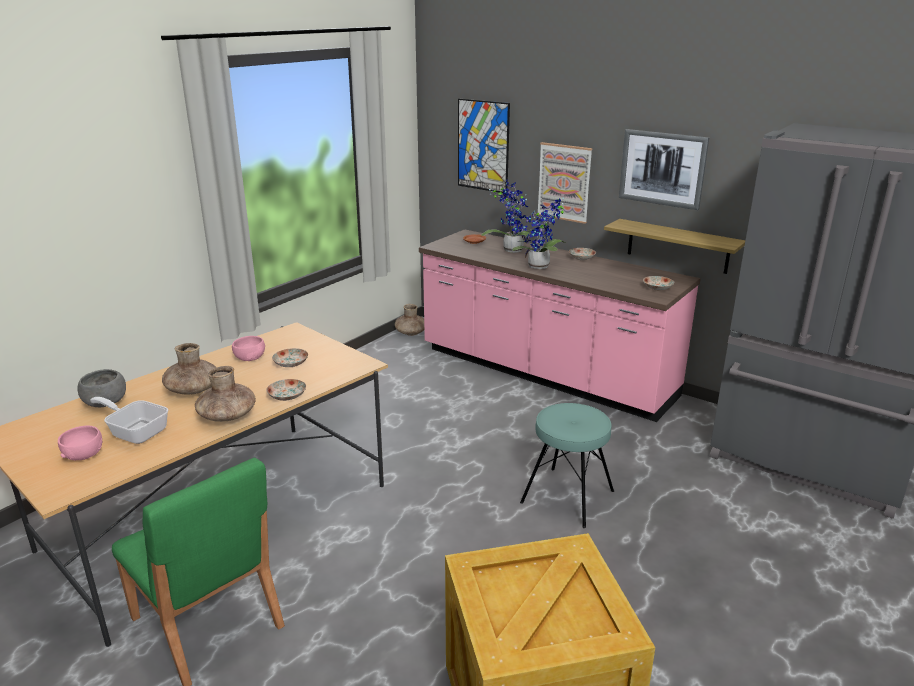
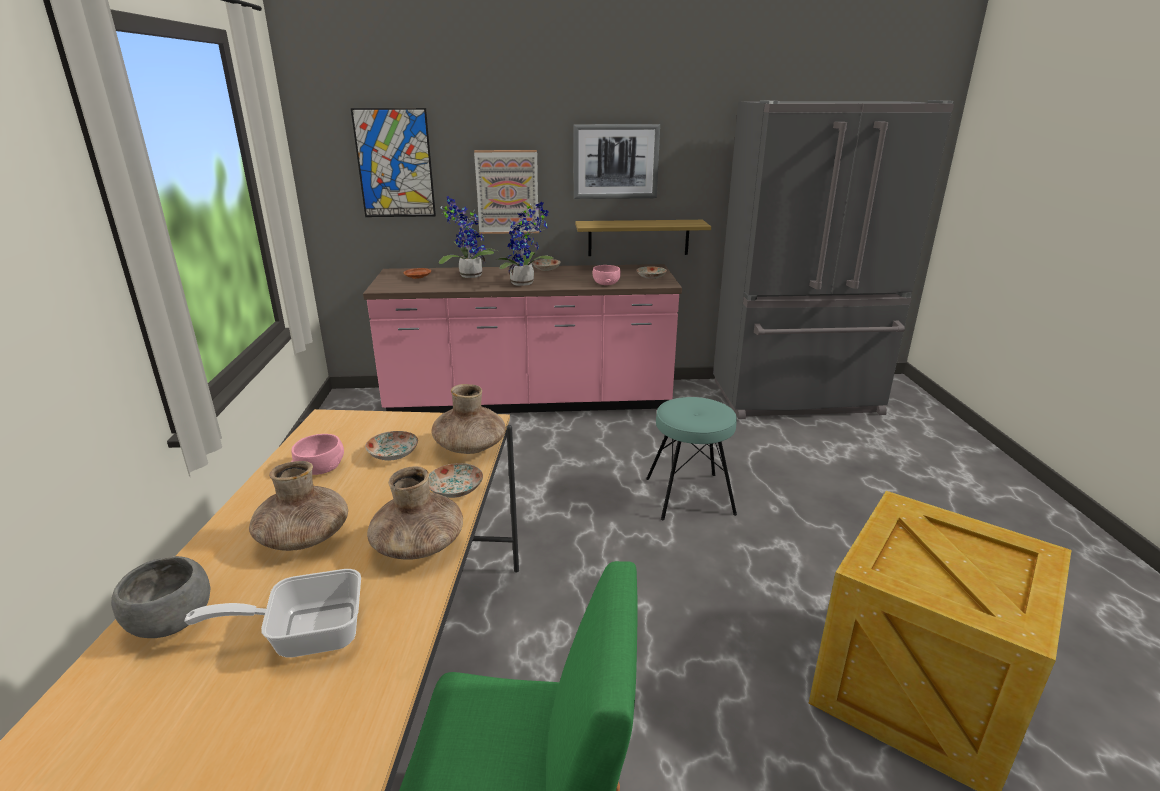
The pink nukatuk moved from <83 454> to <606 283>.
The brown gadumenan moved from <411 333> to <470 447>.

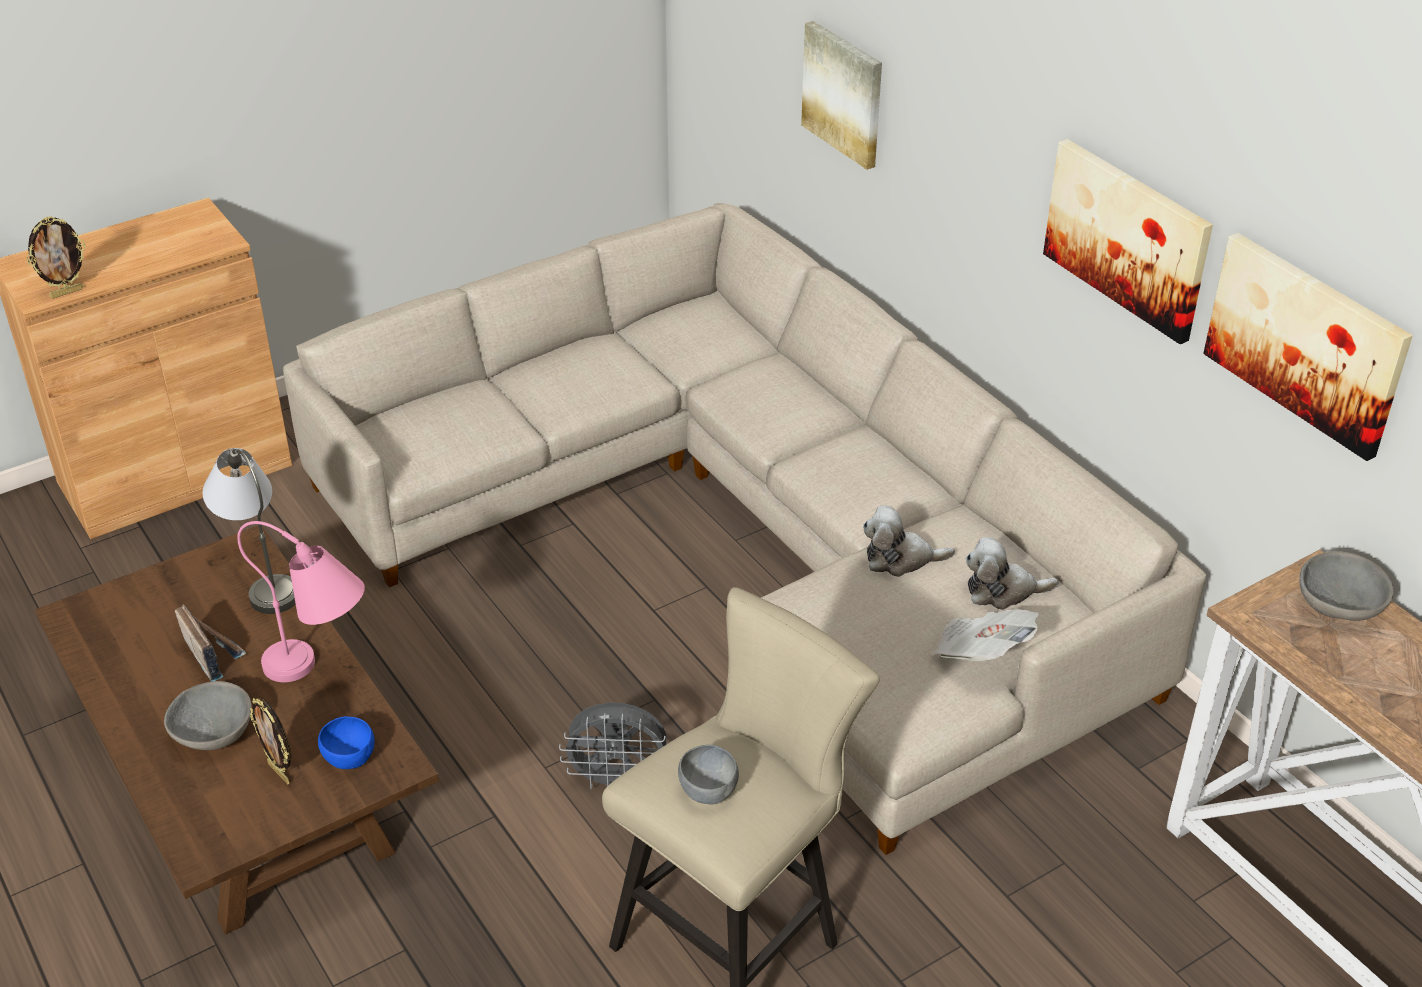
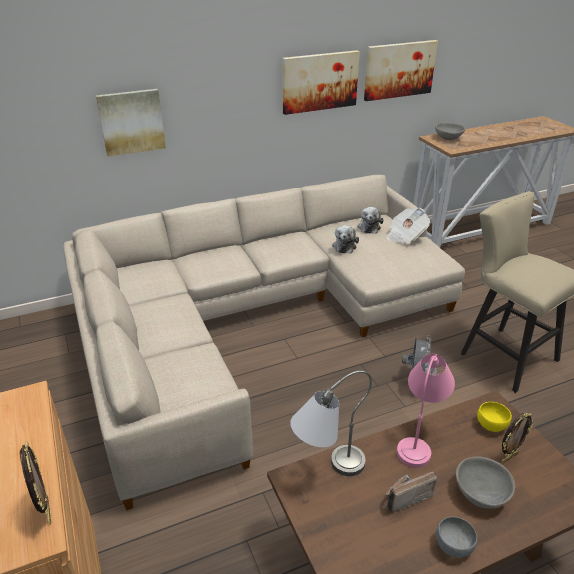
The grey nukatuk moved from <708 791> to <453 546>.
The blue nukatuk at <350 757> became the yellow nukatuk at <491 425>.

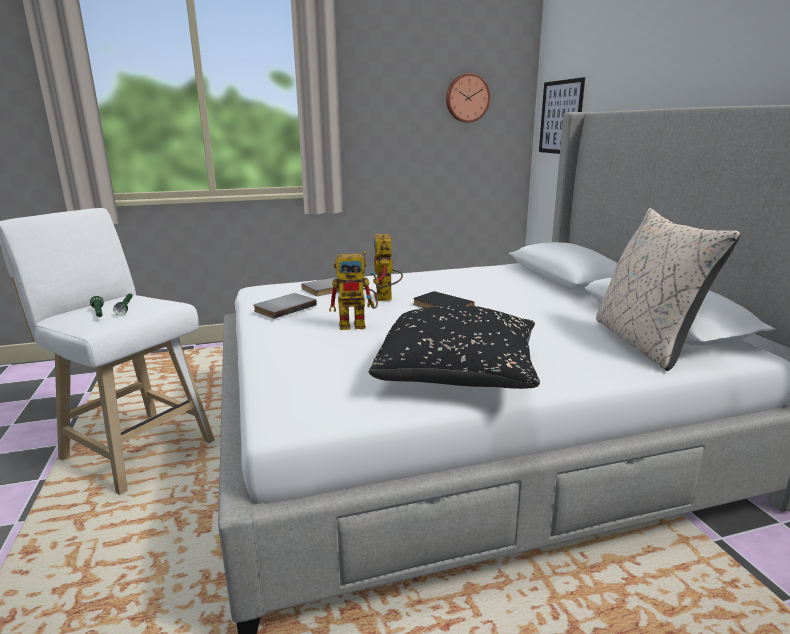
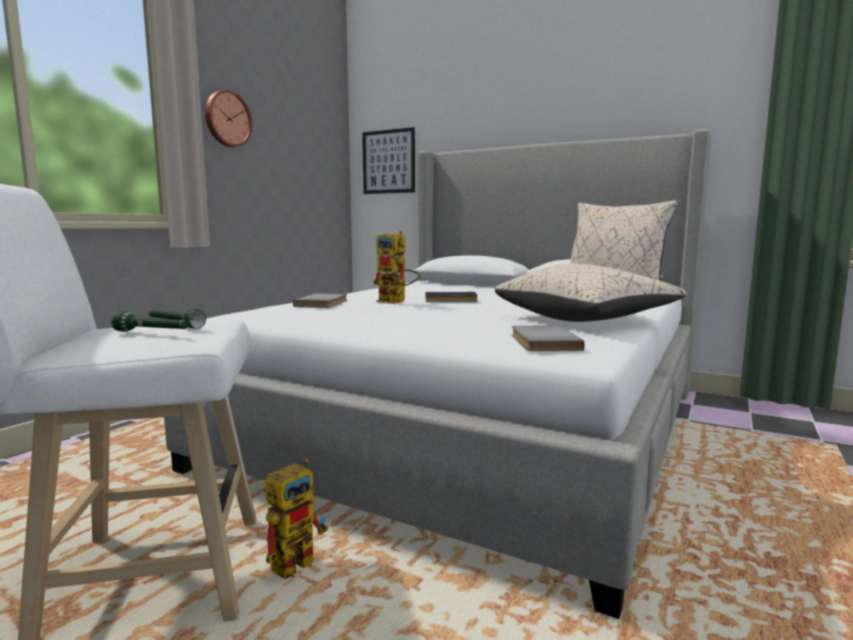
The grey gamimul moved from <284 307> to <541 342>.
The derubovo moved from <358 324> to <299 563>.
The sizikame moved from <467 98> to <227 119>.
The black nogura at <458 373> became the beige nogura at <585 319>.

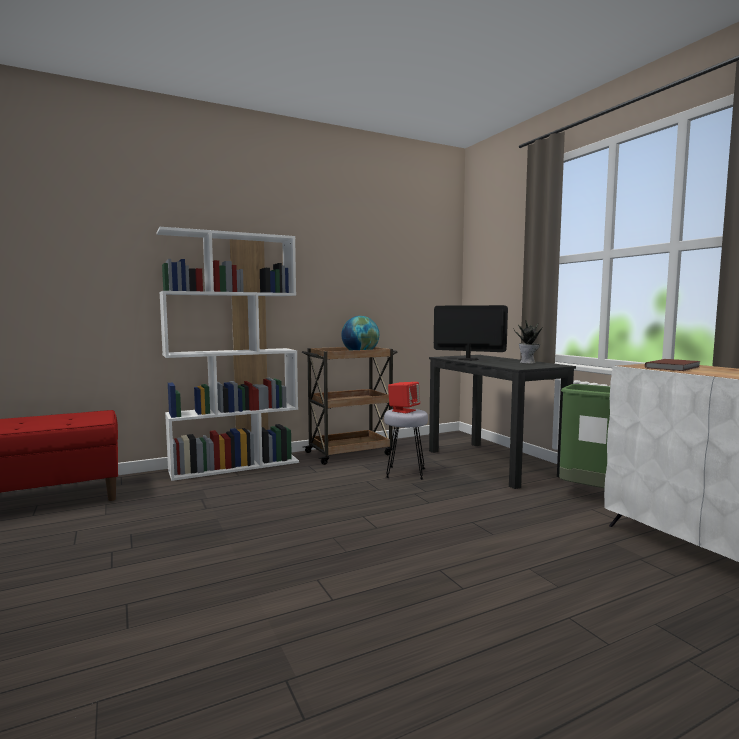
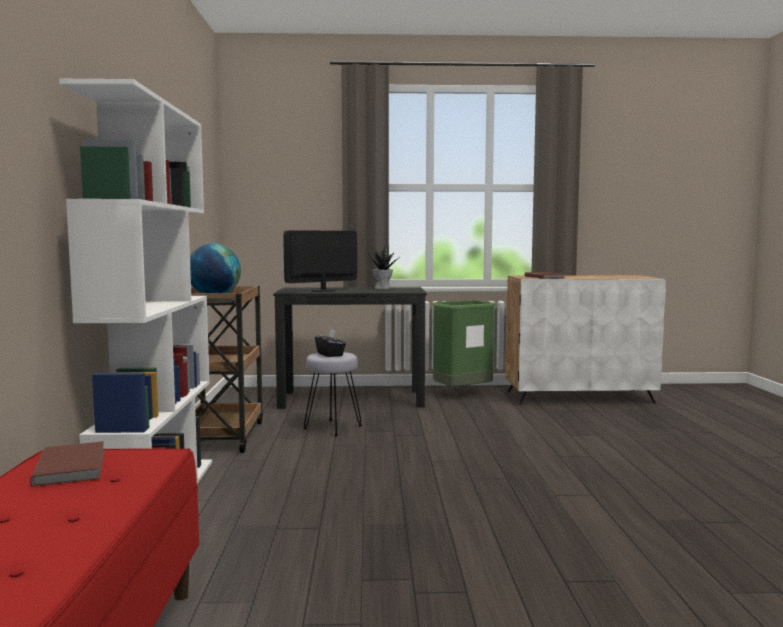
The brown gamimul at <73 466> appeared.
The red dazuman at <403 410> was replaced by the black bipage at <330 354>.

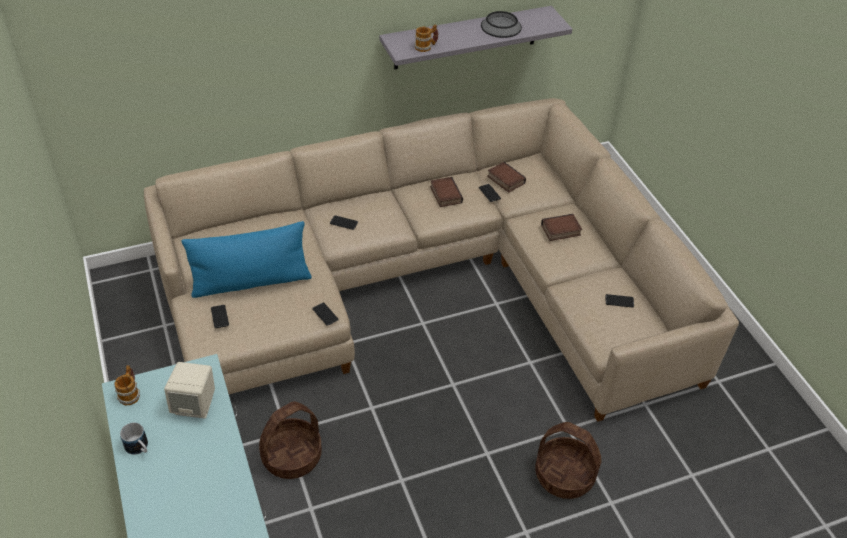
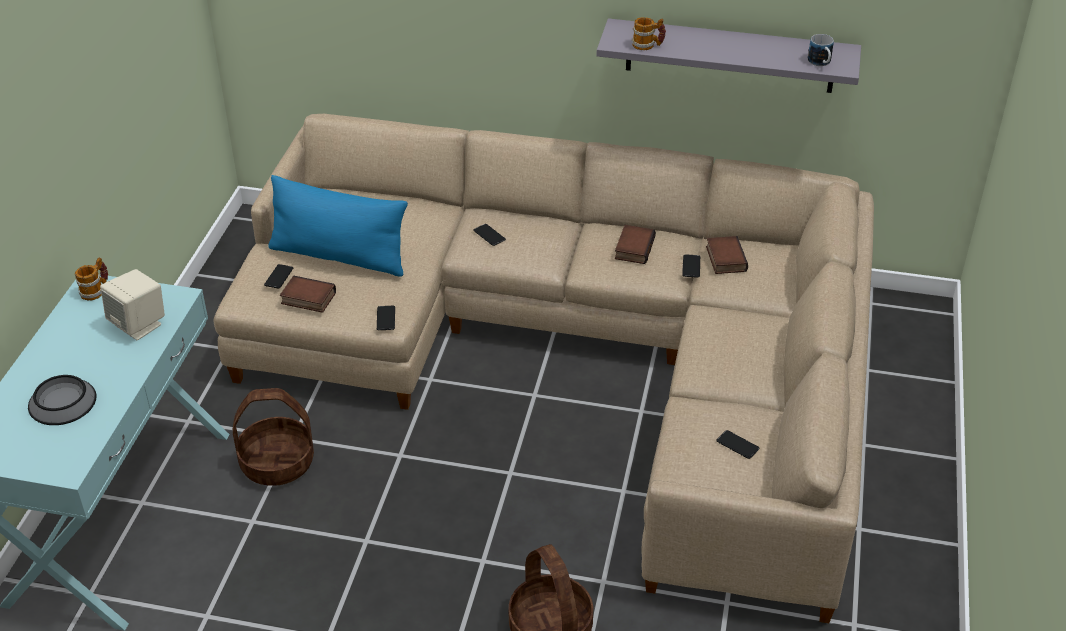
The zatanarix moved from <139 448> to <821 63>.
The nukatuk moved from <501 26> to <62 401>.
The gamimul moved from <560 231> to <307 299>.

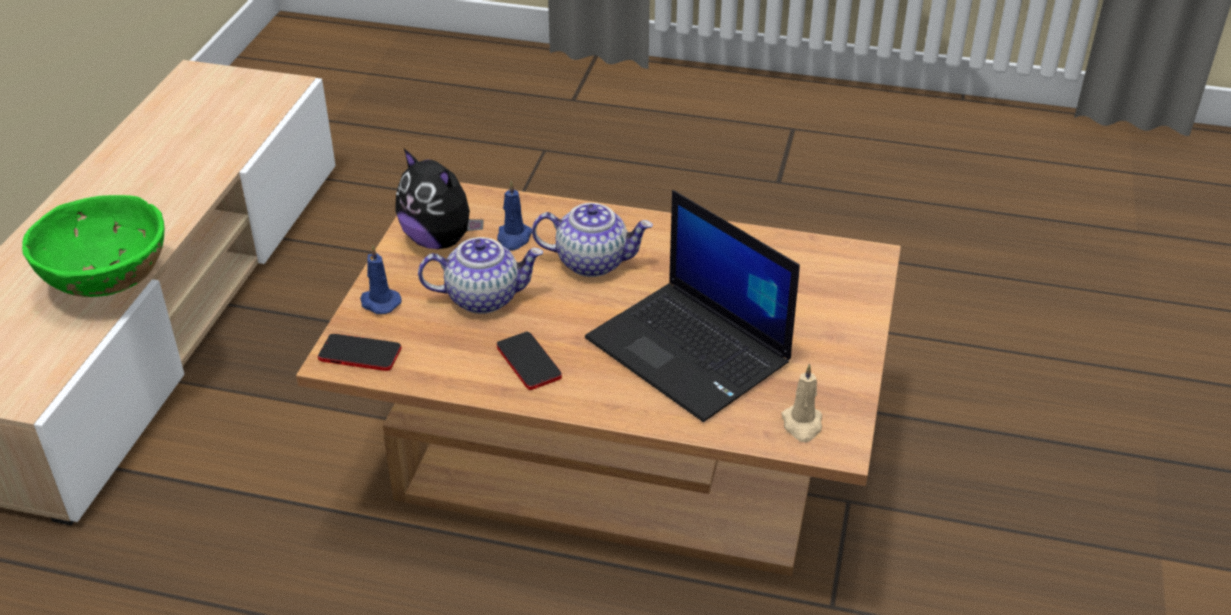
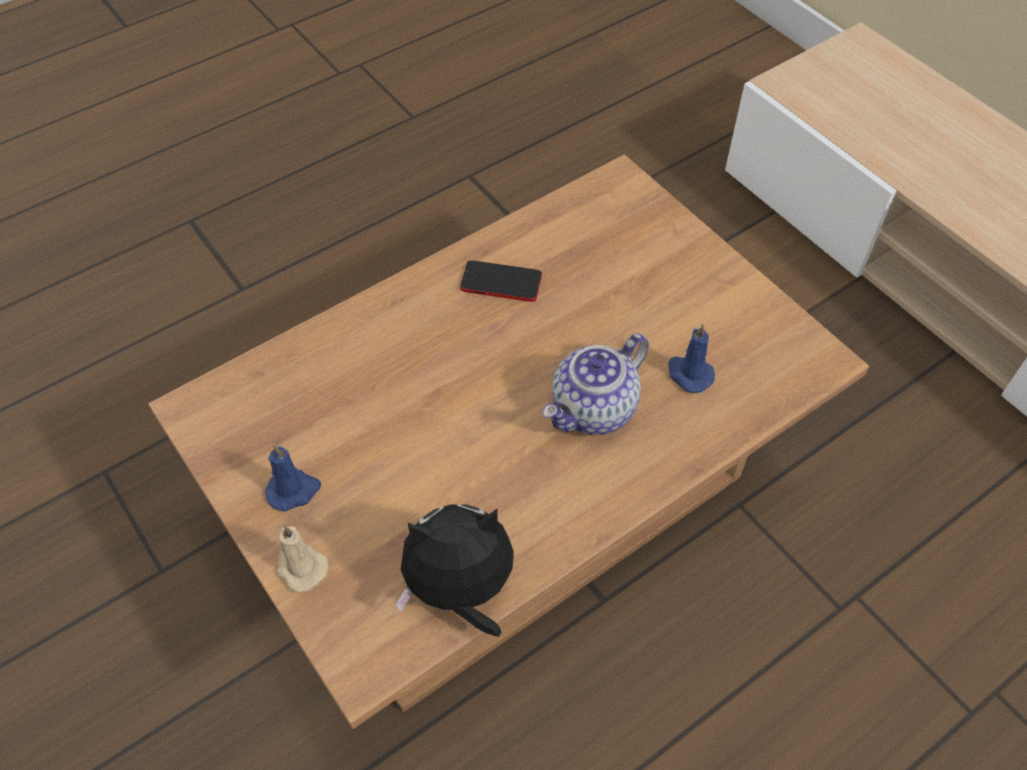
The green nukatuk at <109 284> disappeared.
The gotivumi at <360 354> disappeared.
The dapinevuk at <484 297> disappeared.
The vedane at <691 351> disappeared.
The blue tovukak moved from <379 302> to <294 490>.
The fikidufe moved from <440 240> to <460 591>.
The beige tovukak moved from <802 425> to <300 567>.

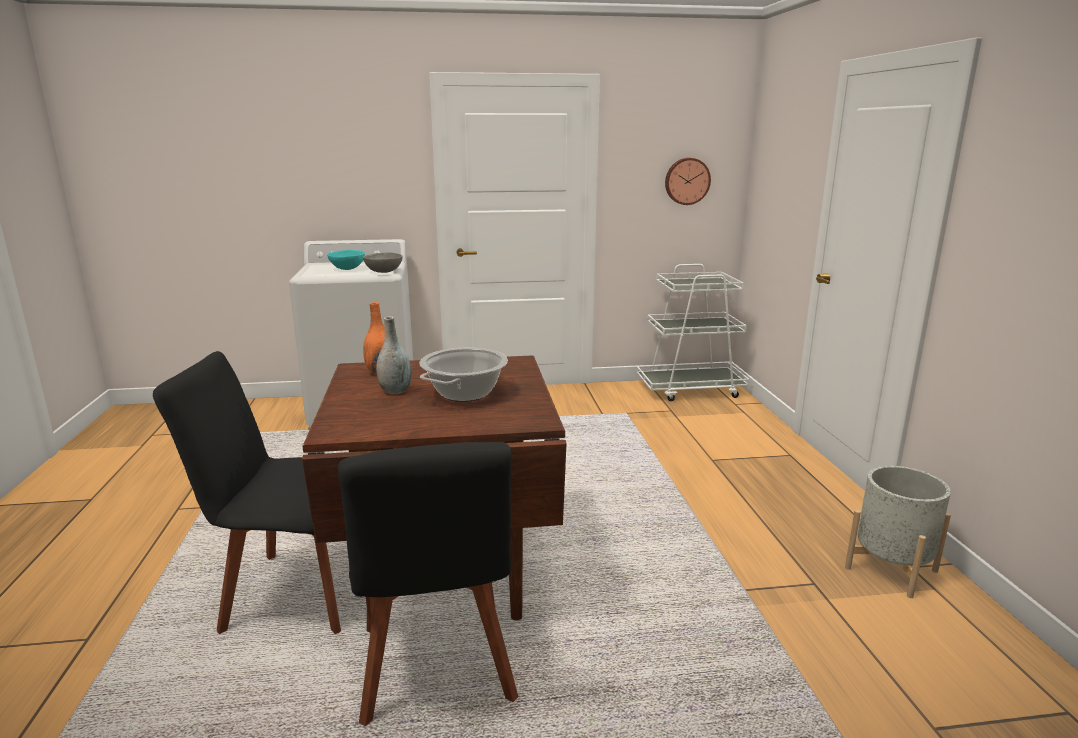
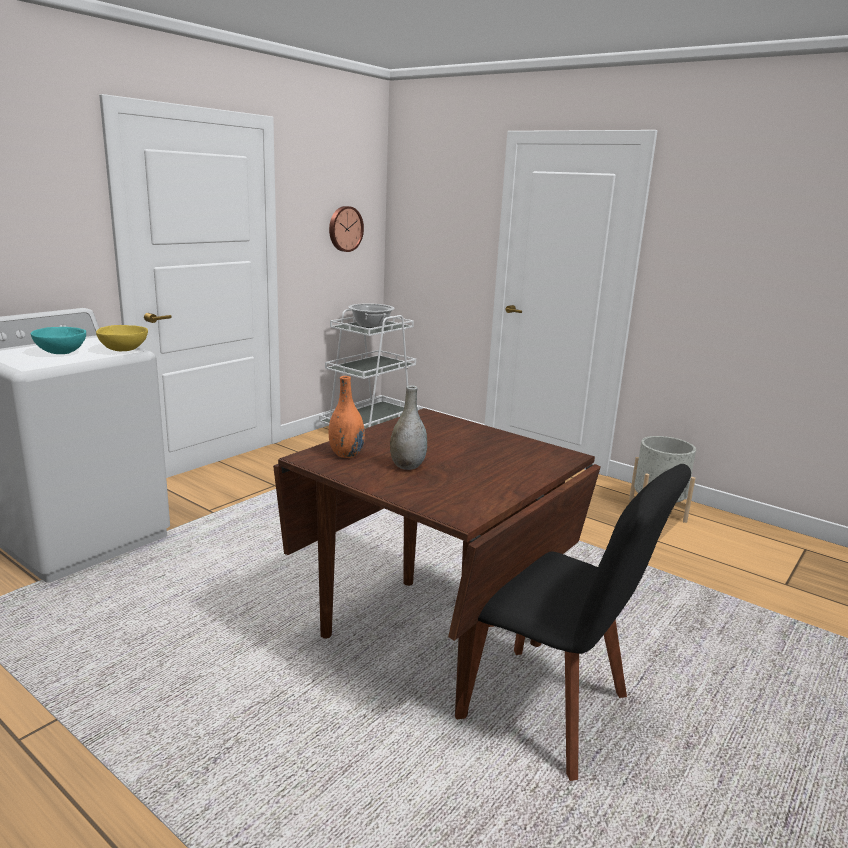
The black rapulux at <291 592> disappeared.
The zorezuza moved from <465 393> to <371 325>.
The grey nukatuk at <383 272> became the yellow nukatuk at <123 350>.

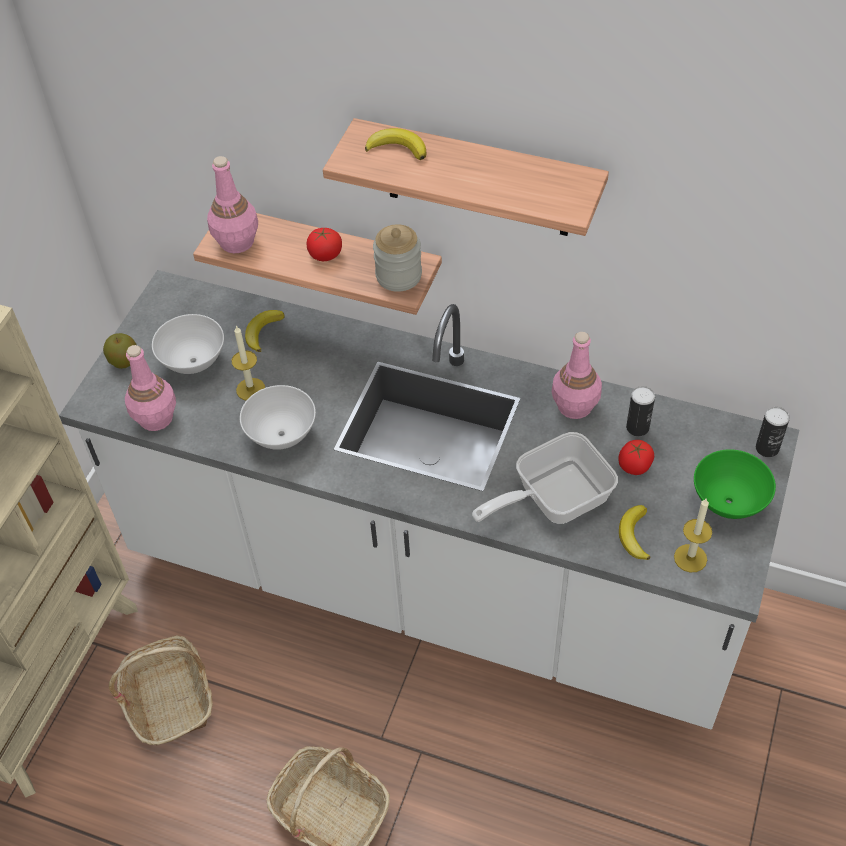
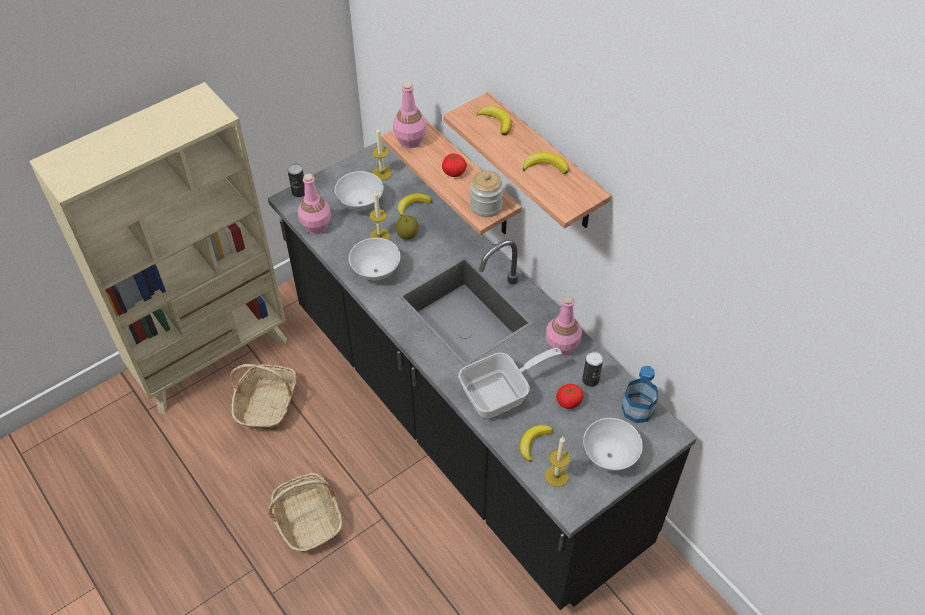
The tovukak at <382 173> appeared.
The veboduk at <545 166> appeared.
The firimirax at <637 409> appeared.
The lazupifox moved from <124 361> to <407 235>.
The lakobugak moved from <767 448> to <299 192>.
The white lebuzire at <431 583> became the black lebuzire at <462 422>.
The green nukatuk at <729 503> became the white nukatuk at <609 457>.
The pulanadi at <552 498> turned 150 degrees clockwise.

